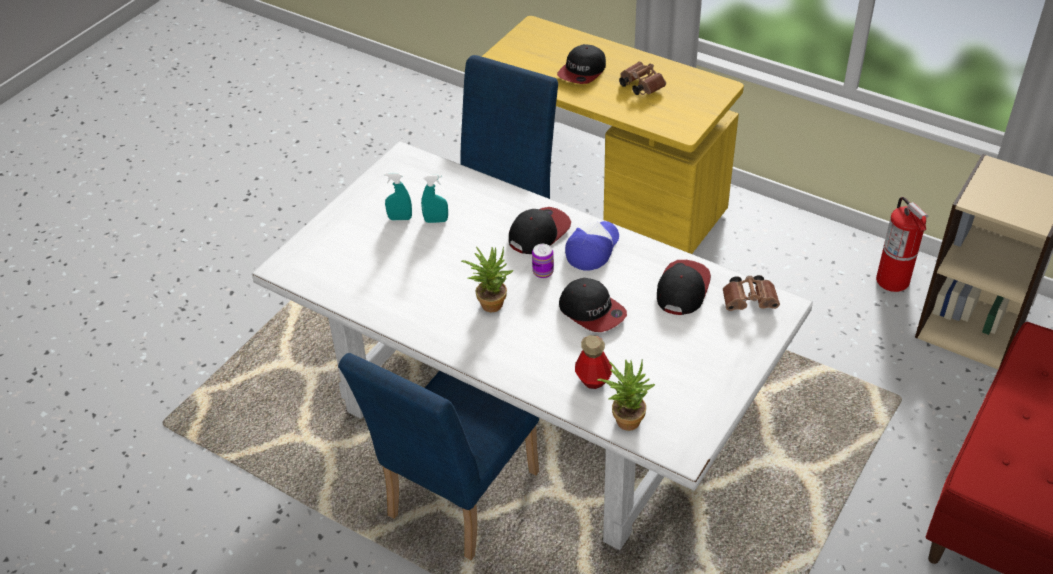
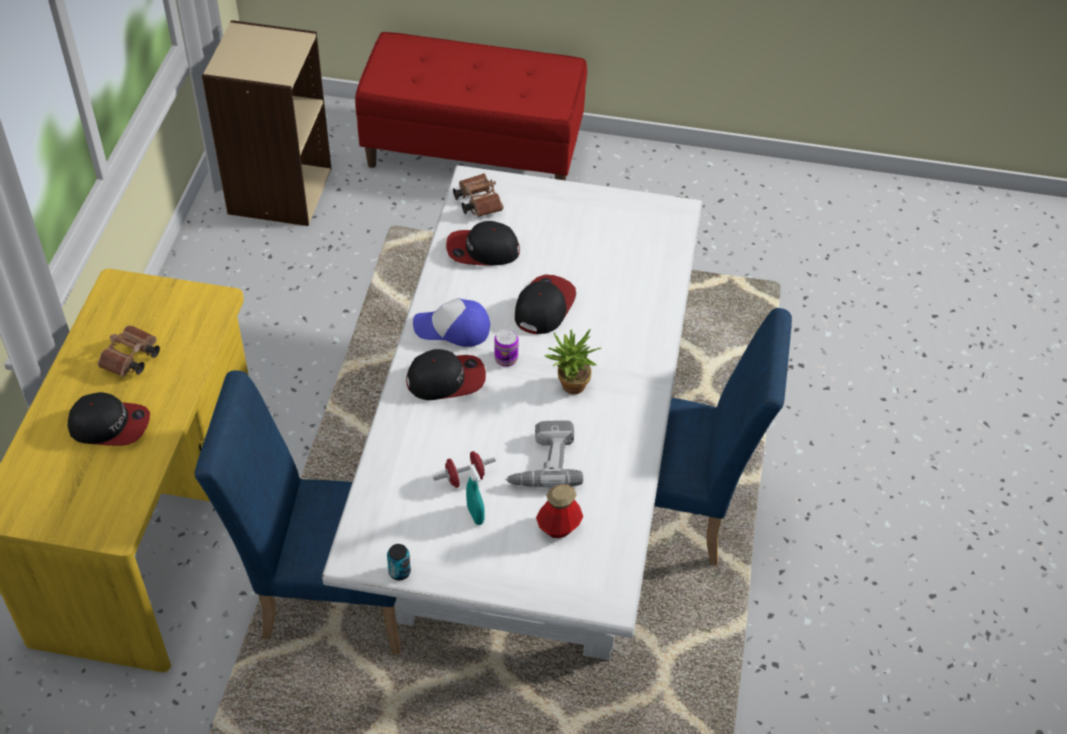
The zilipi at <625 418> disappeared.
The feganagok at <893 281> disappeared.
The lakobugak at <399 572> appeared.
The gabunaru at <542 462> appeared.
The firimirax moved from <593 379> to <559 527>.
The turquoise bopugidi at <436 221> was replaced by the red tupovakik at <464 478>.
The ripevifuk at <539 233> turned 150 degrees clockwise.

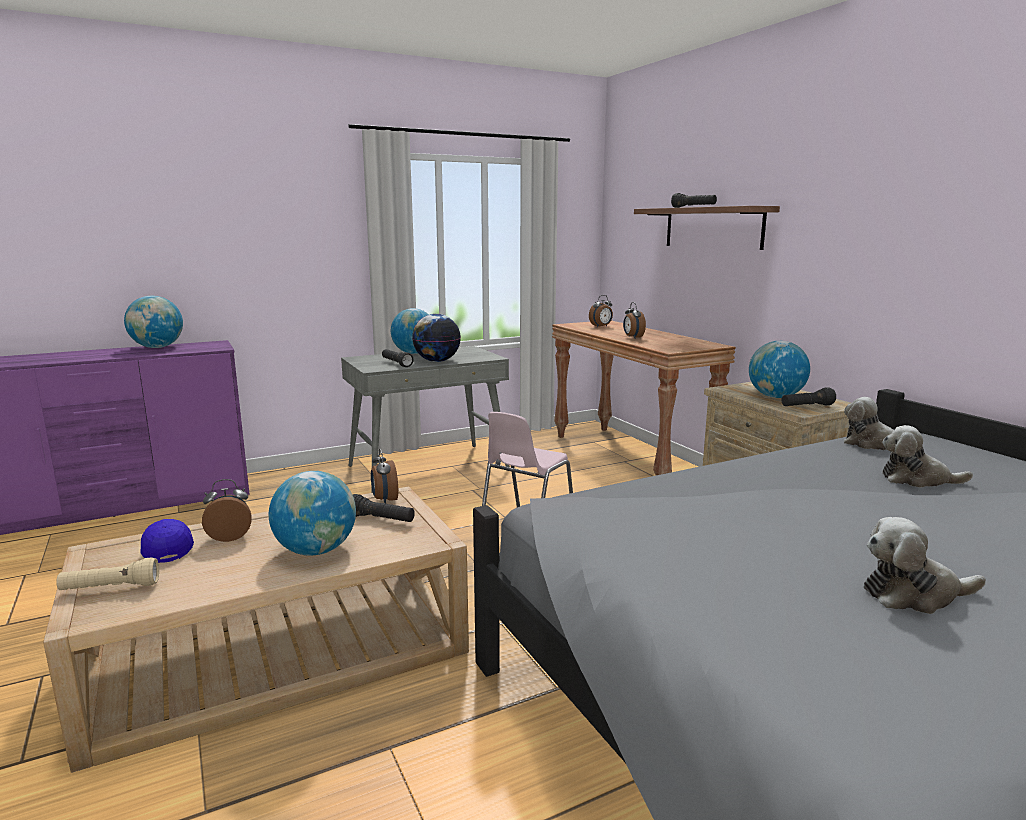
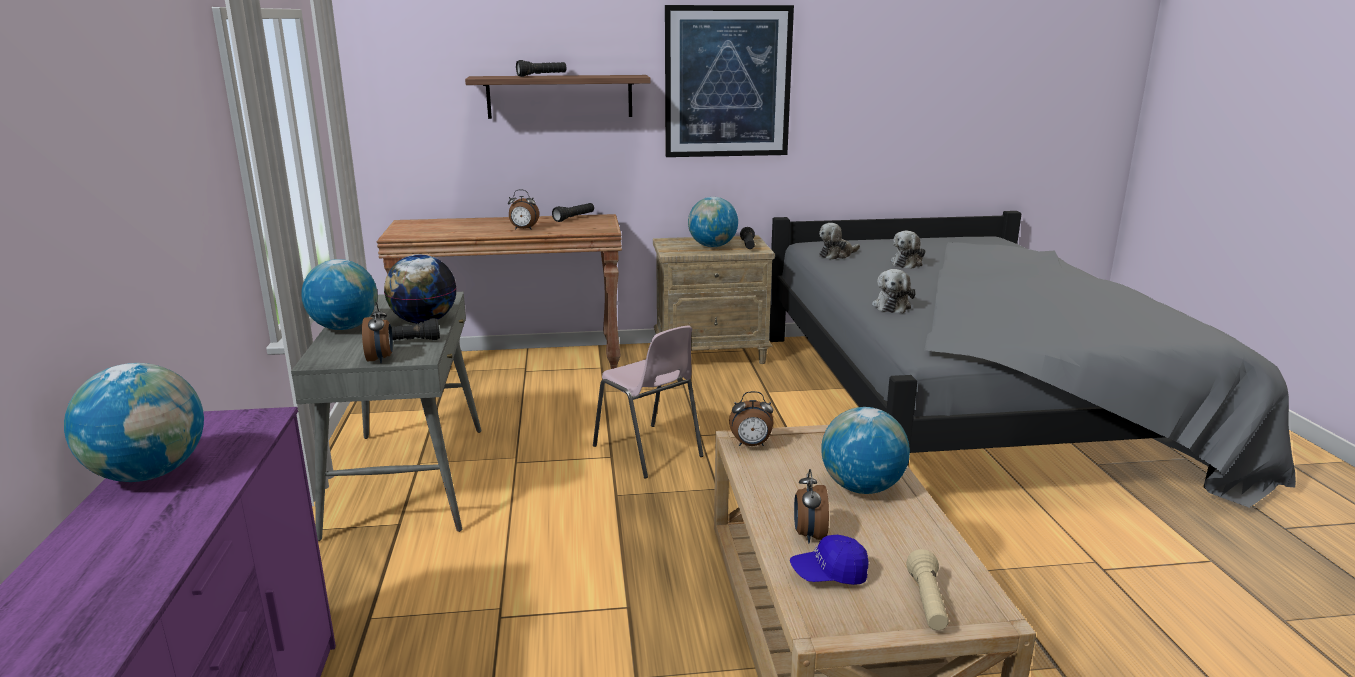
The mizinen at <727 82> appeared.
The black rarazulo moved from <381 520> to <574 218>.
The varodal moved from <601 327> to <380 359>.
The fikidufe moved from <913 594> to <892 306>.

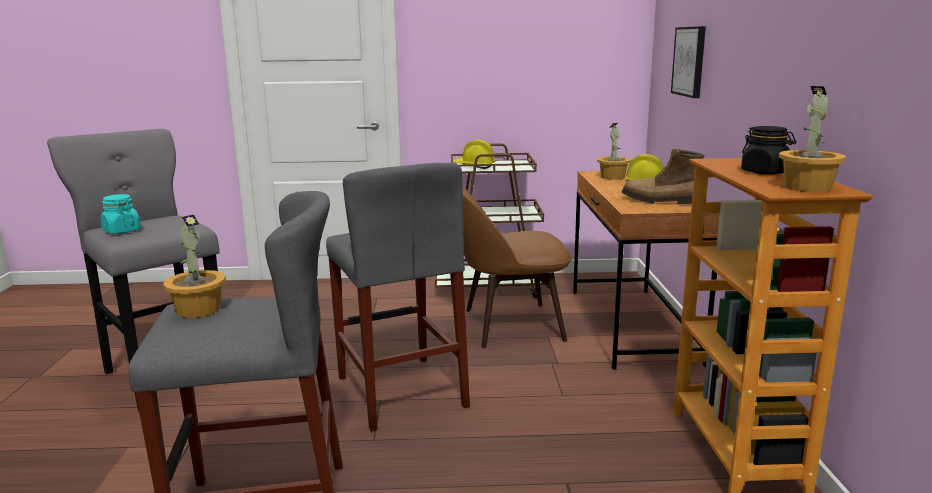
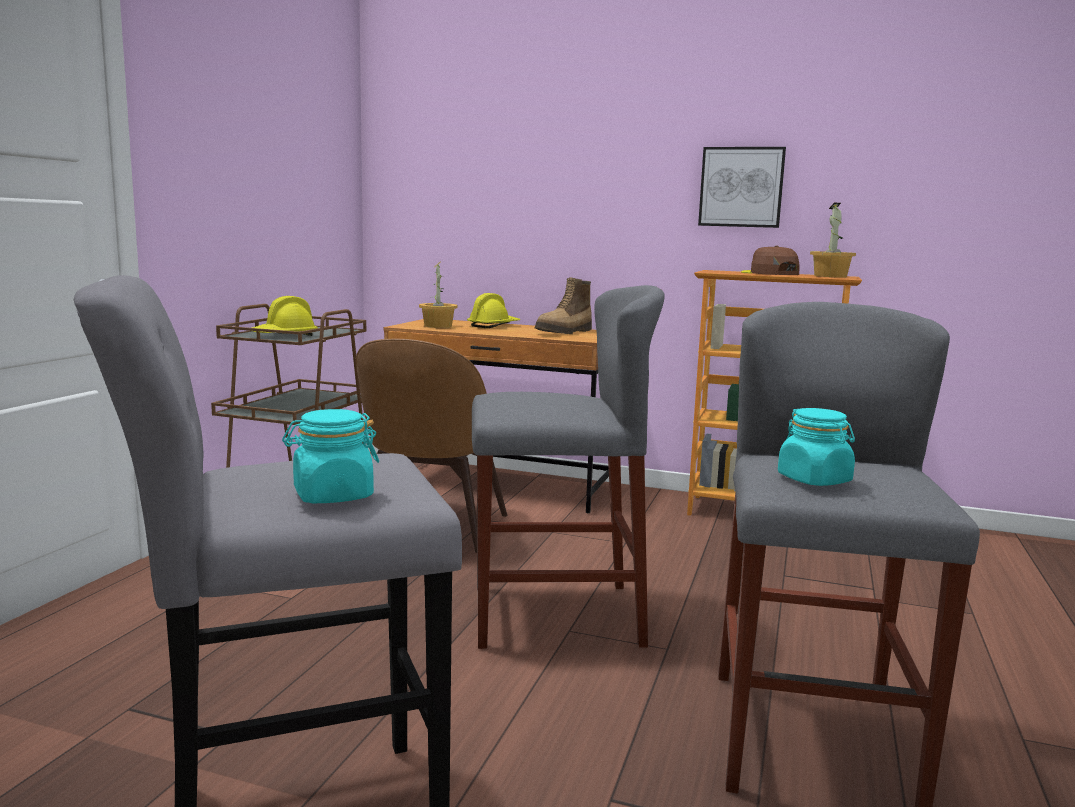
The mizinen moved from <690 61> to <741 187>.
The zilipi at <198 309> was replaced by the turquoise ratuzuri at <814 480>.
The black ratuzuri at <765 172> was replaced by the brown ripevifuk at <769 273>.

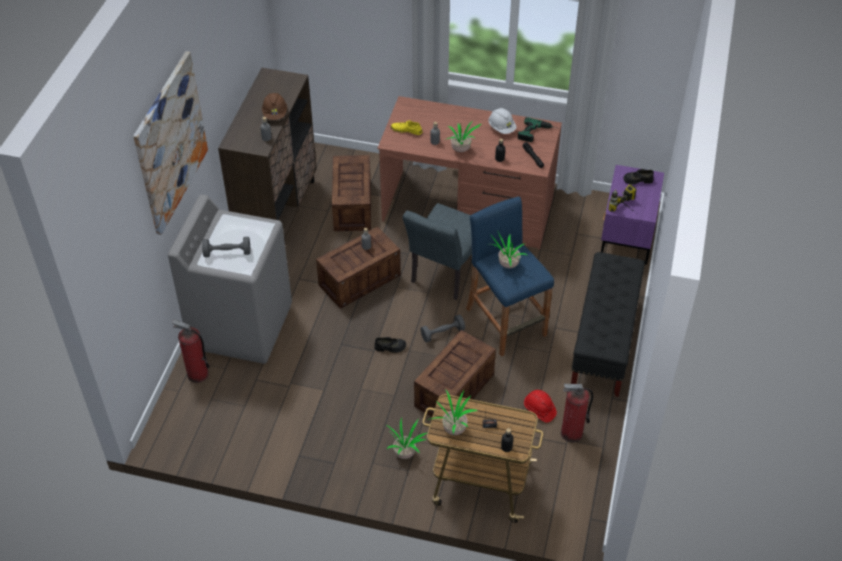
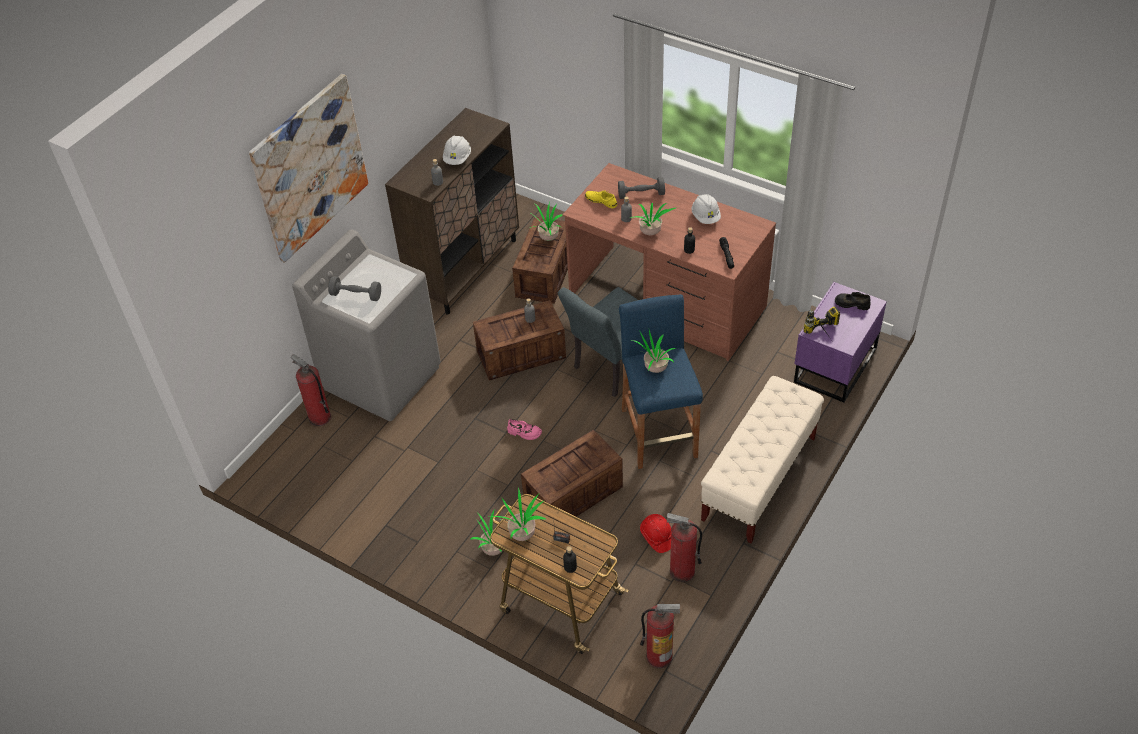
The gabunaru at <538 133> disappeared.
The zilipi at <547 237> appeared.
The feganagok at <659 656> appeared.
The grey tupovakik moved from <442 333> to <641 194>.
The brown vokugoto at <275 114> became the white vokugoto at <457 158>.
The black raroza at <390 347> became the pink raroza at <524 433>.
The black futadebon at <603 342> became the beige futadebon at <759 479>.

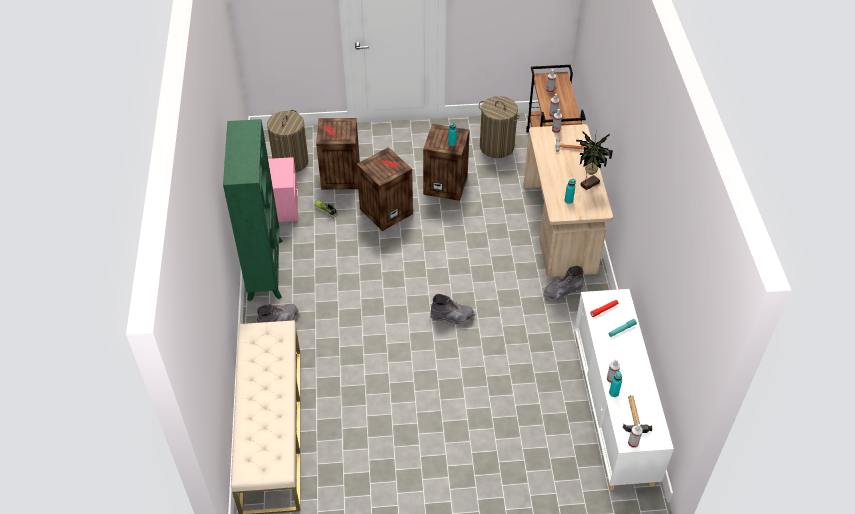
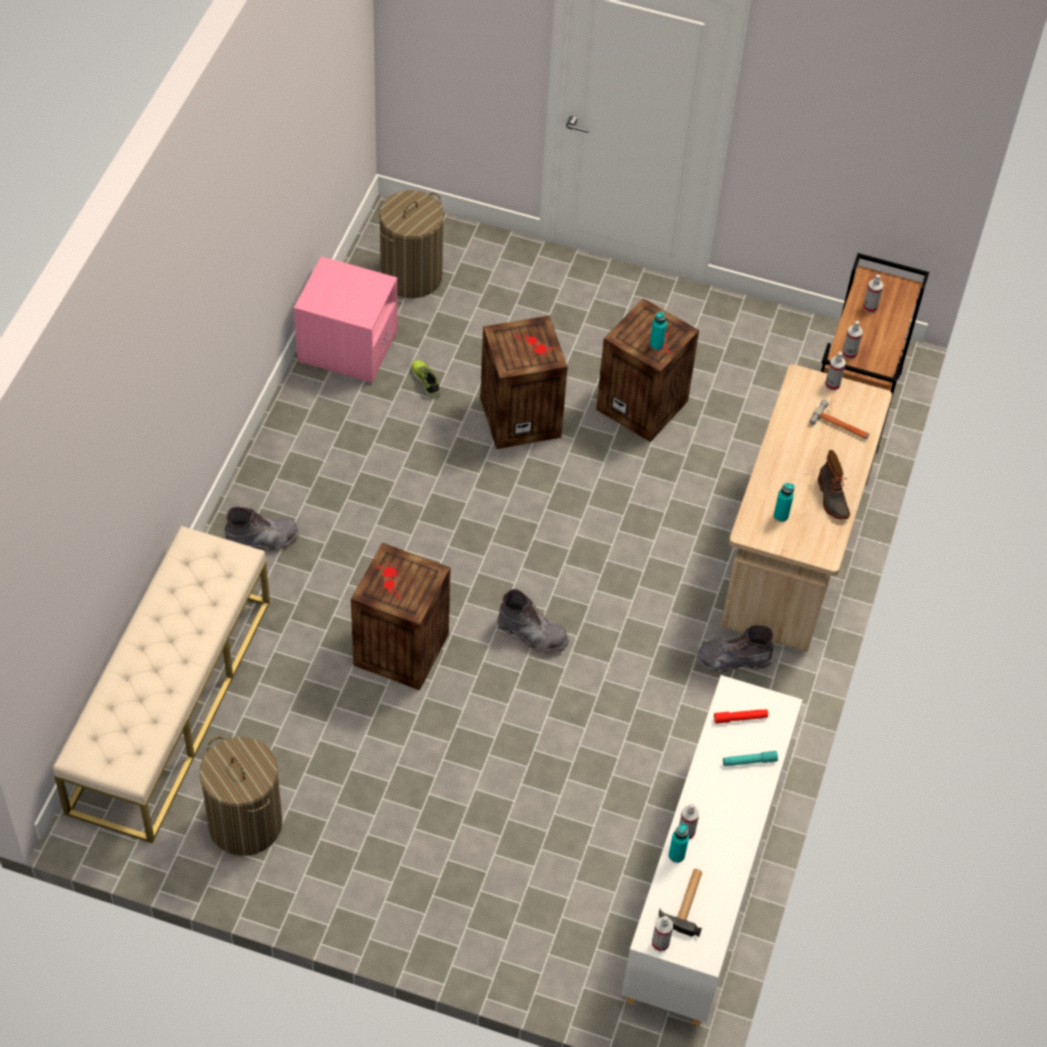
The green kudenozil at <265 269> disappeared.
The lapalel moved from <340 176> to <399 650>.
The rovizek moved from <496 146> to <245 823>.
The zilipi at <588 183> was replaced by the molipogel at <831 498>.

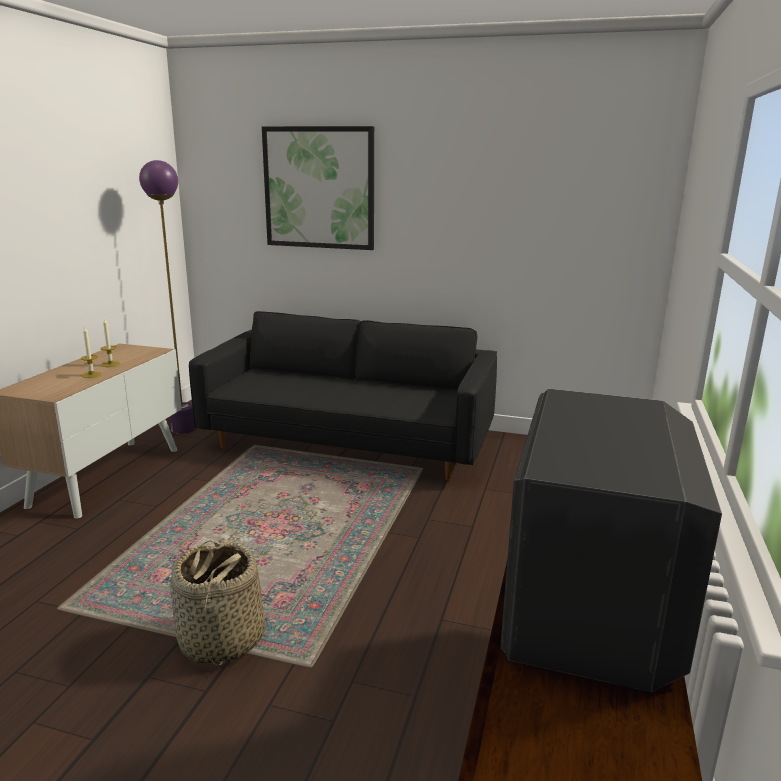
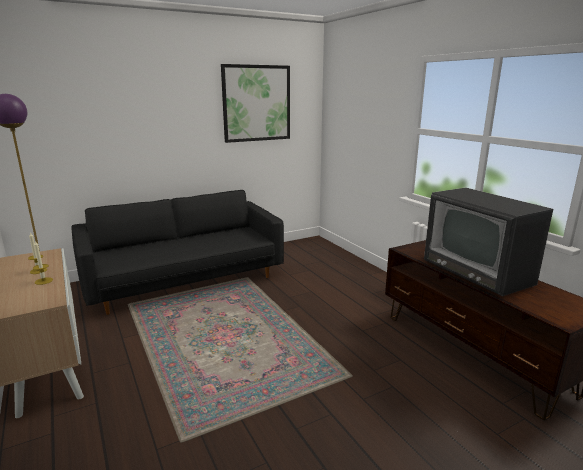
The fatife at <220 640> disappeared.
The mizinen moved from <319 188> to <256 103>.

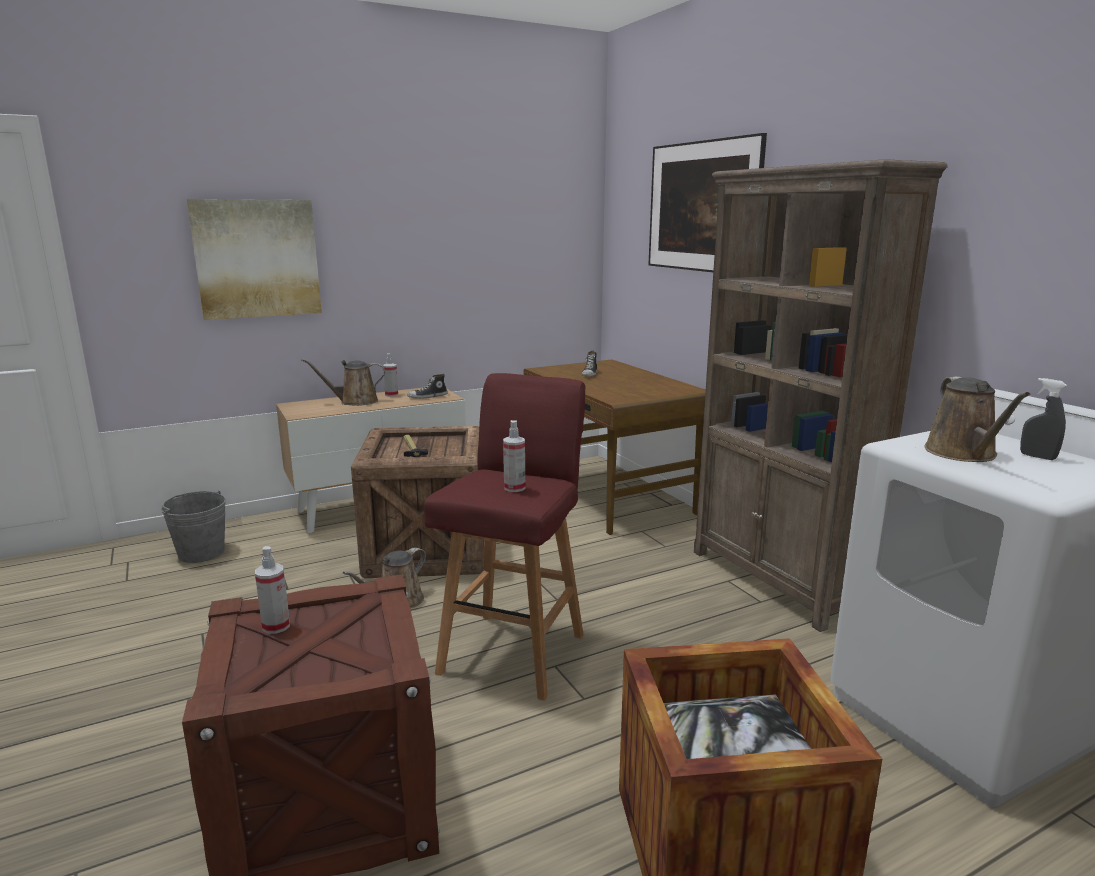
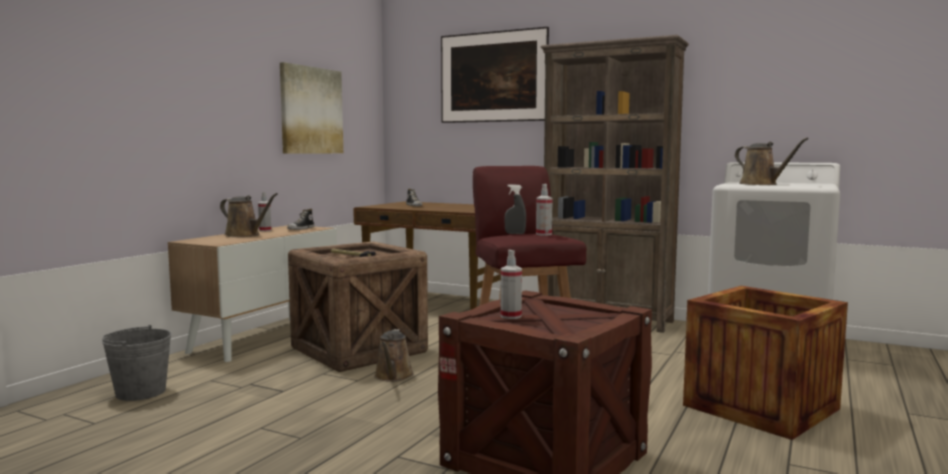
The mizinen moved from <257 259> to <311 110>.
The grey bopugidi moved from <1037 457> to <515 233>.
The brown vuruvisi at <354 402> turned 105 degrees counterclockwise.

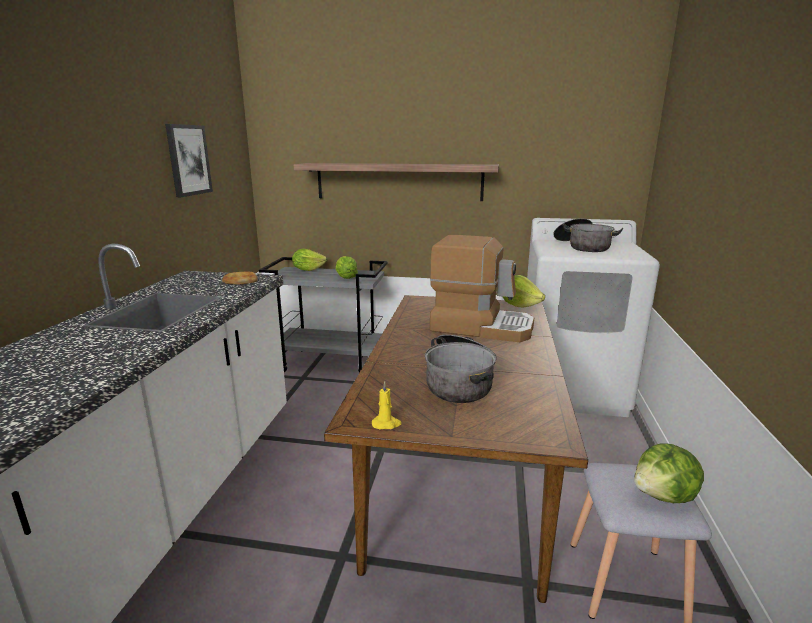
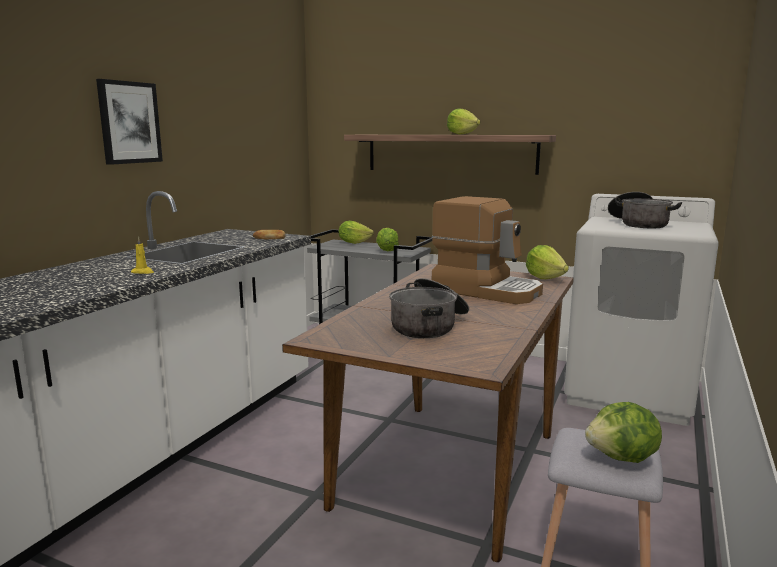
The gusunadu at <462 134> appeared.
The mizinen moved from <188 160> to <129 122>.
The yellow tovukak moved from <386 424> to <143 272>.

